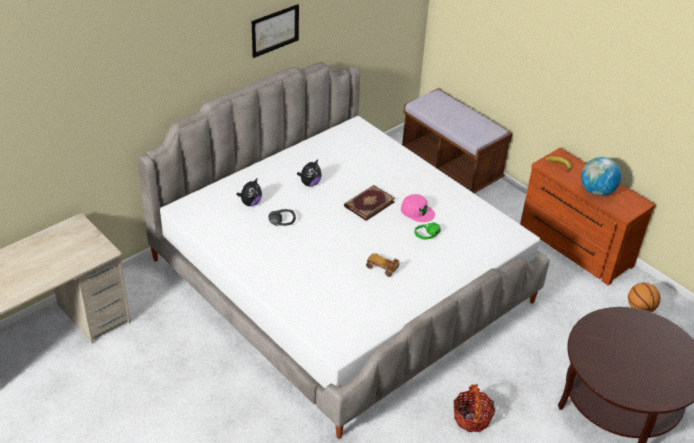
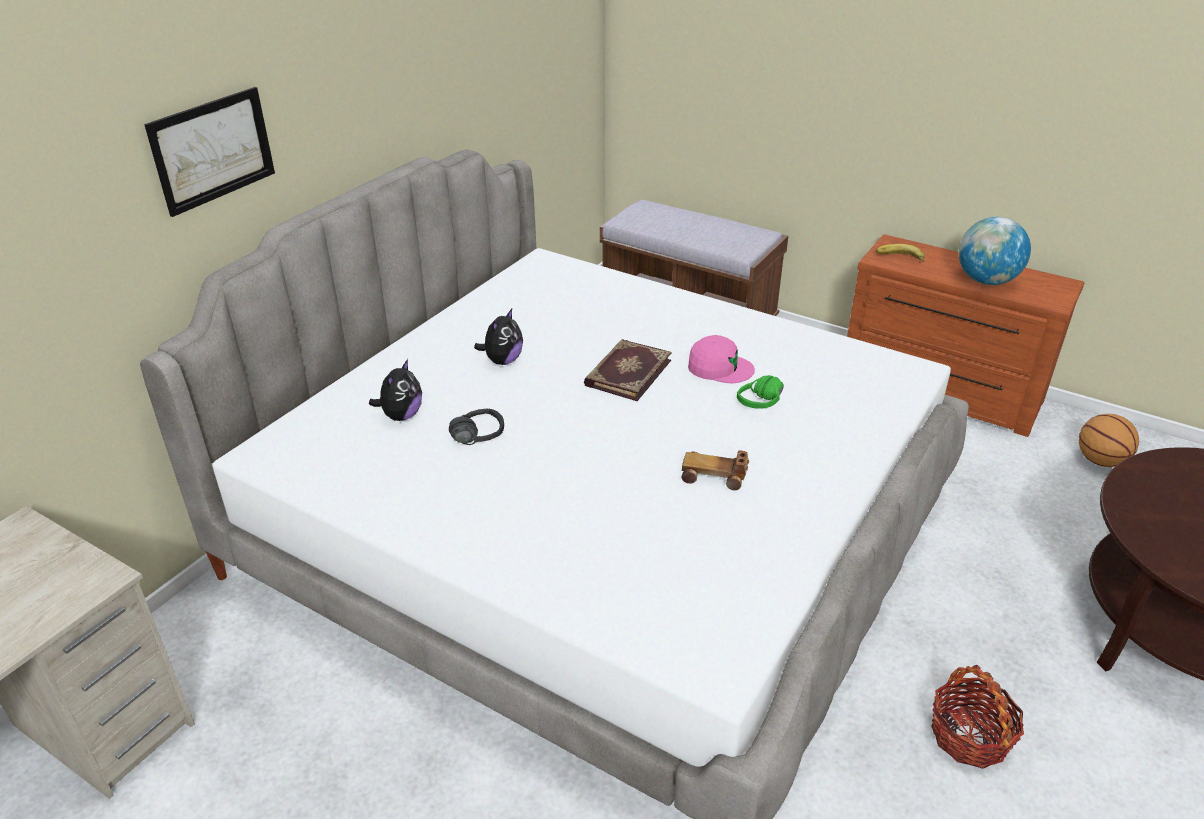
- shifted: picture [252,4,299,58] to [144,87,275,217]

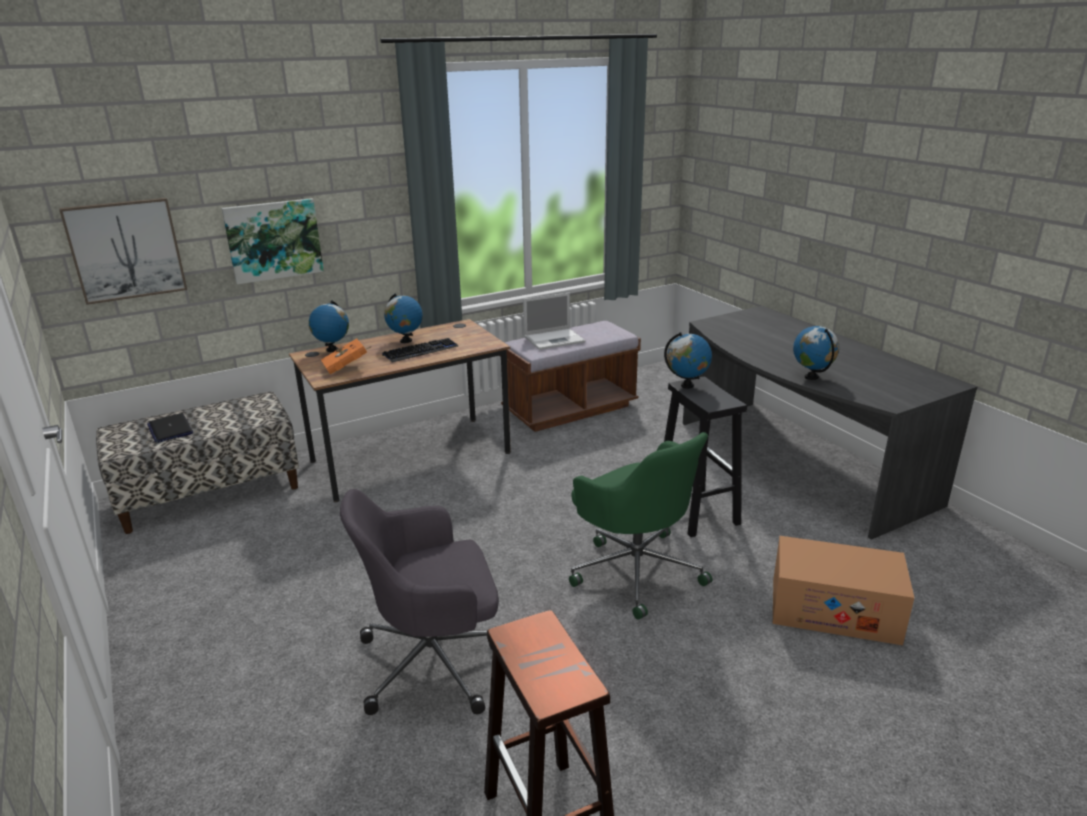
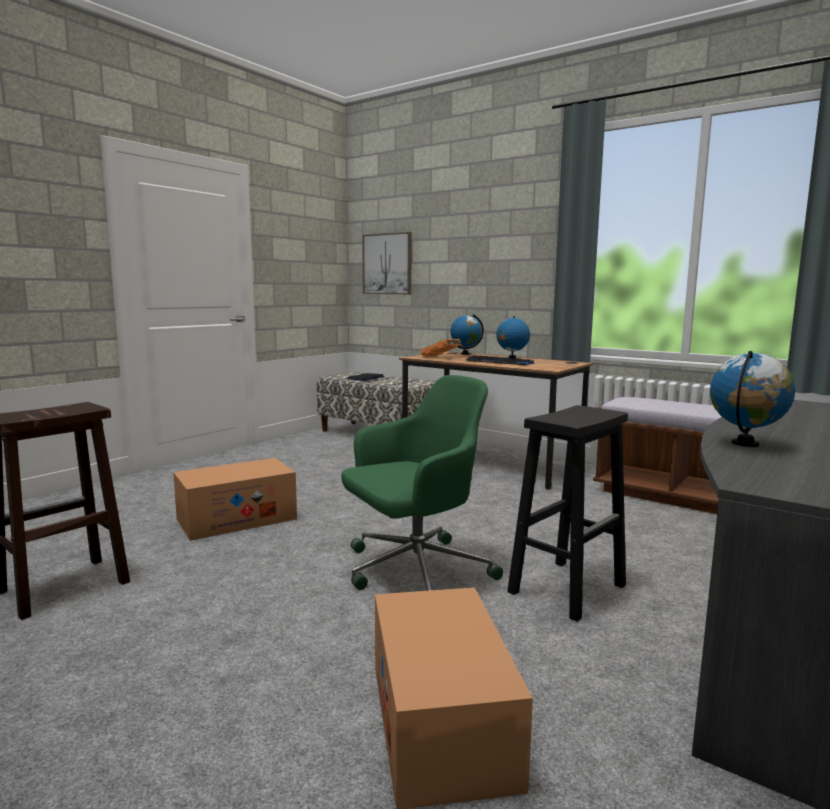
- gone: picture [222,198,324,284]
- swapped: office chair in grey [340,489,499,715] to cardboard box [173,458,297,541]
- gone: laptop [523,293,586,350]
- rotated: office chair in green [569,432,712,620] = [341,375,503,591] 150 degrees counterclockwise
- gone: globe [664,332,712,389]

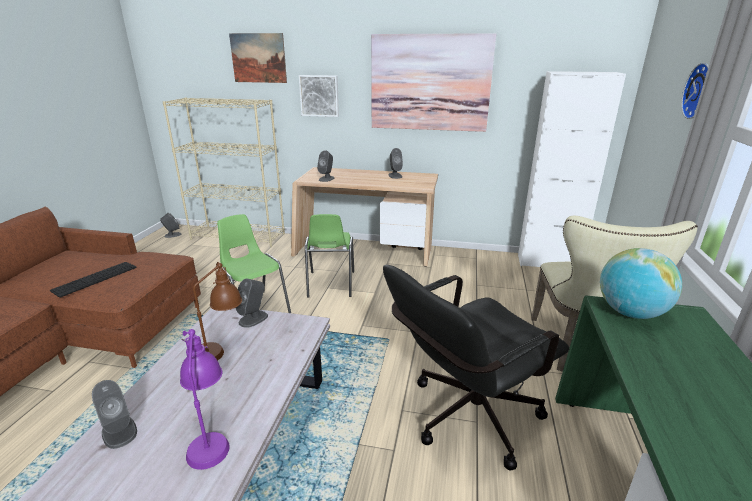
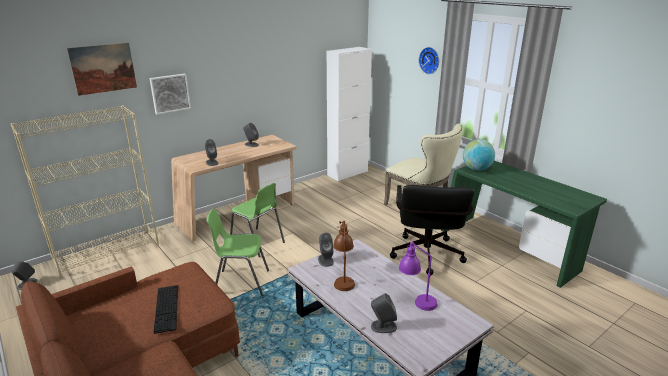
- gone: picture [371,33,496,132]

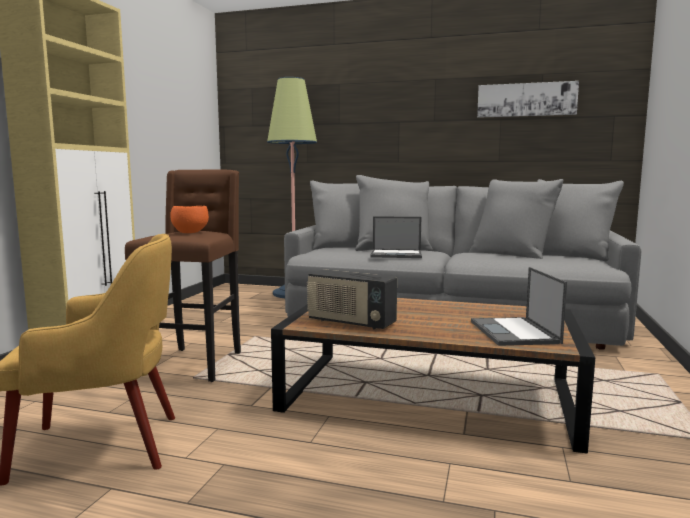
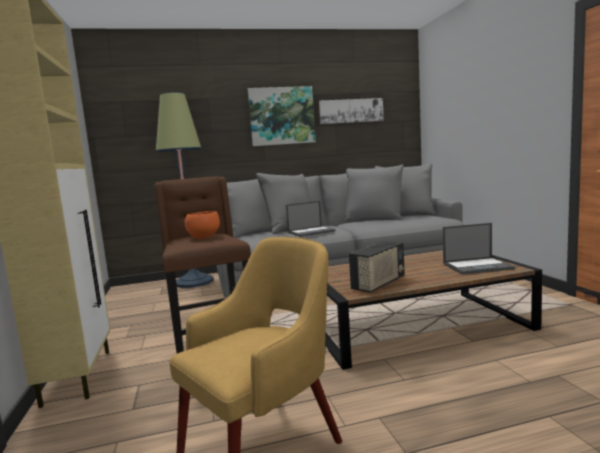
- rotated: radio [307,269,397,330] = [349,241,405,293] 45 degrees counterclockwise
- rotated: laptop [471,267,567,346] = [443,223,515,275] 60 degrees counterclockwise
- new: picture [248,86,316,146]

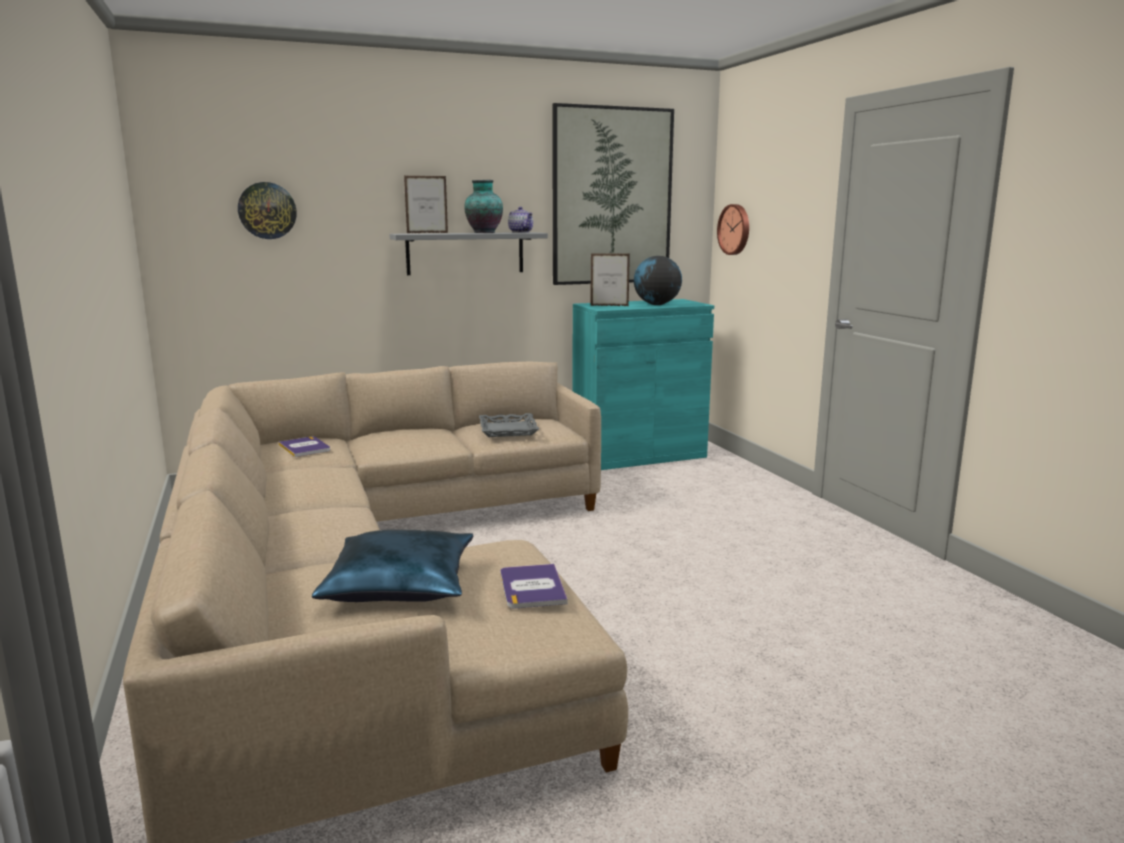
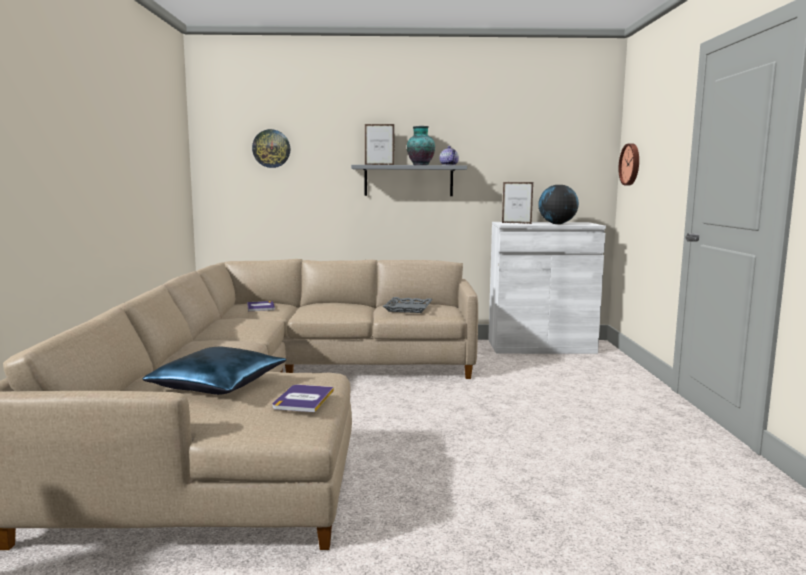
- gone: picture [552,103,674,285]
- repainted: cabinet in turquoise [572,299,714,470] to cabinet in white [488,222,606,354]

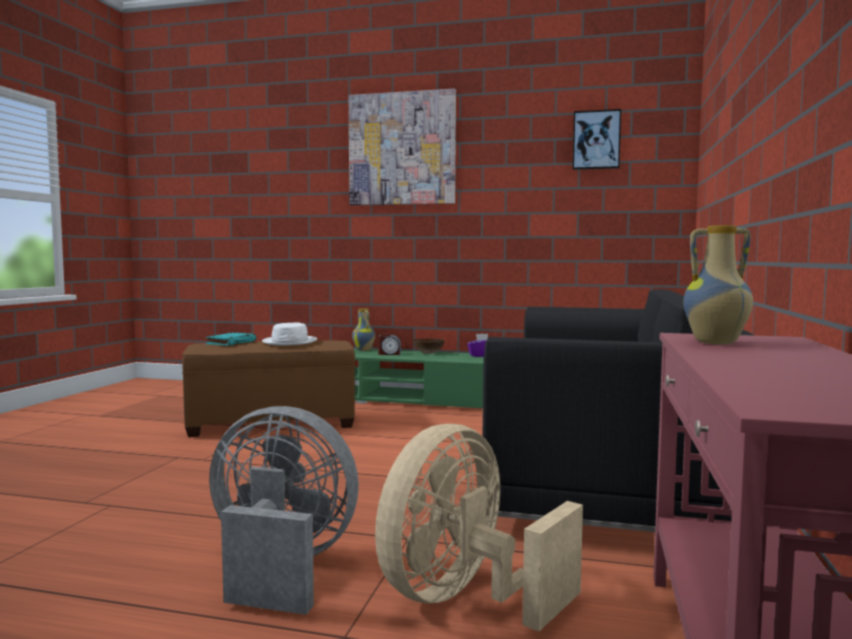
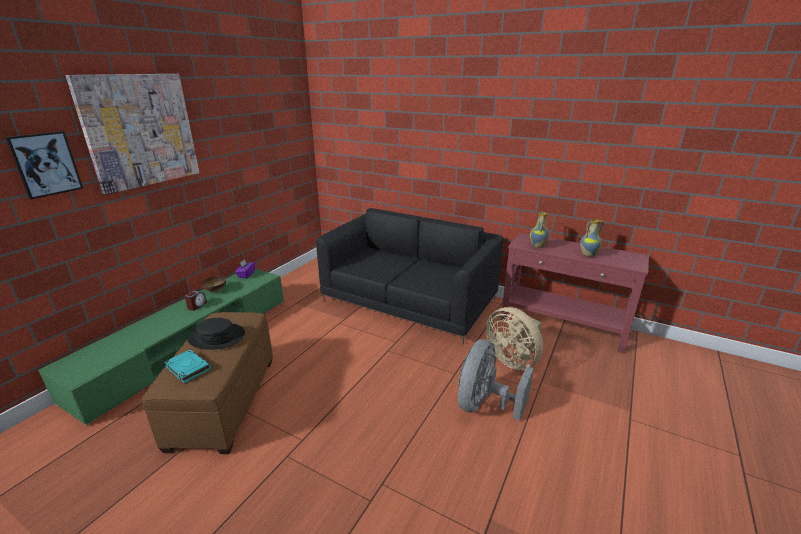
- repainted: hat in white [262,322,317,346] to hat in black [188,318,245,350]
- shifted: vase [352,308,375,351] to [580,219,604,257]
- shifted: picture [573,109,621,170] to [5,131,83,199]

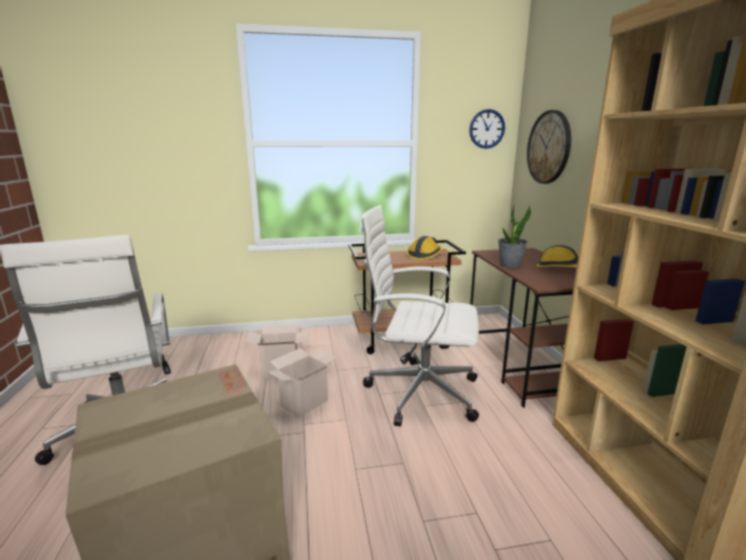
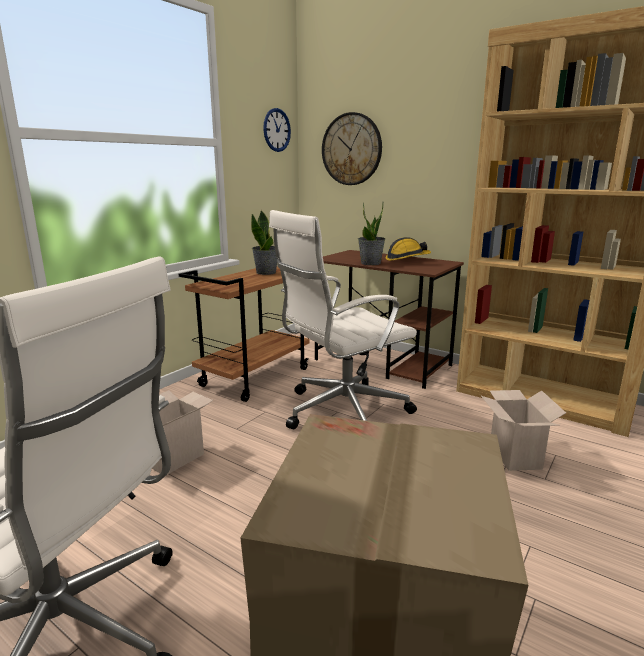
- shifted: cardboard box [267,348,337,418] to [481,390,566,471]
- swapped: hard hat [406,236,442,260] to potted plant [251,210,277,275]

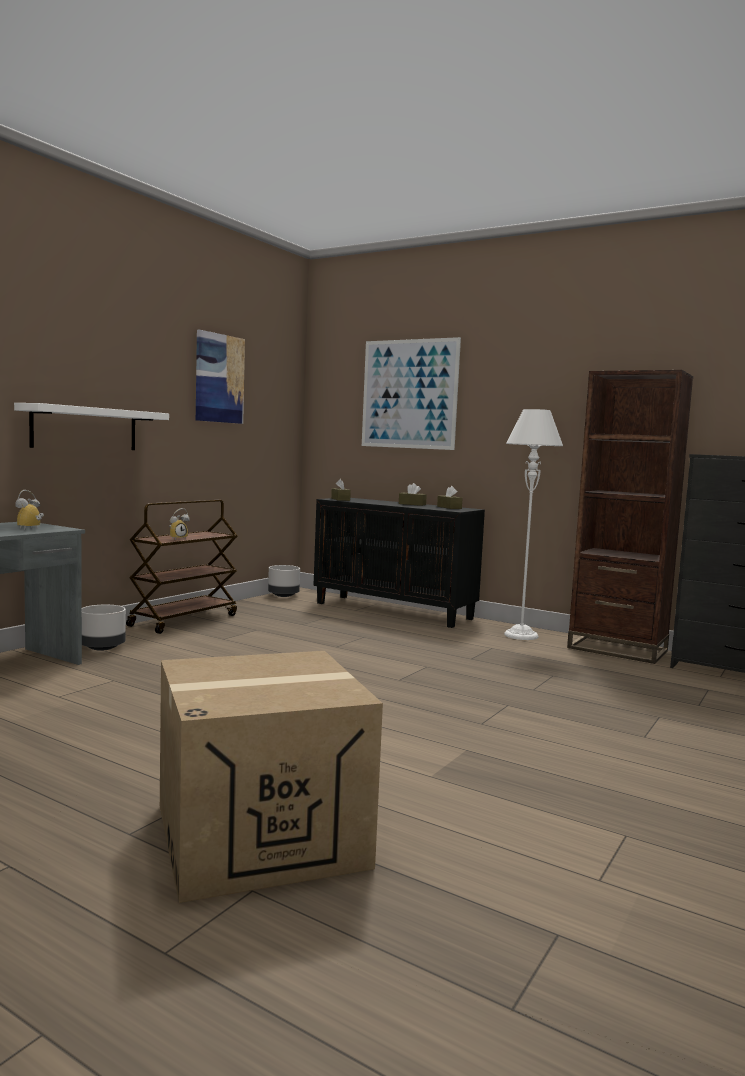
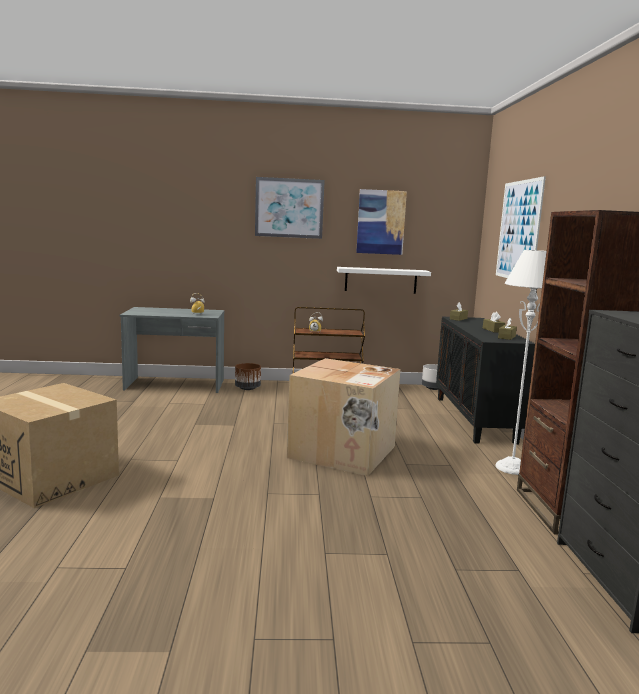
- shifted: shelf in white [14,403,169,450] to [337,267,431,294]
- repainted: planter in grey [82,605,126,651] to planter in brown [235,363,261,390]
- new: picture [255,177,325,239]
- new: cardboard box [287,358,400,476]

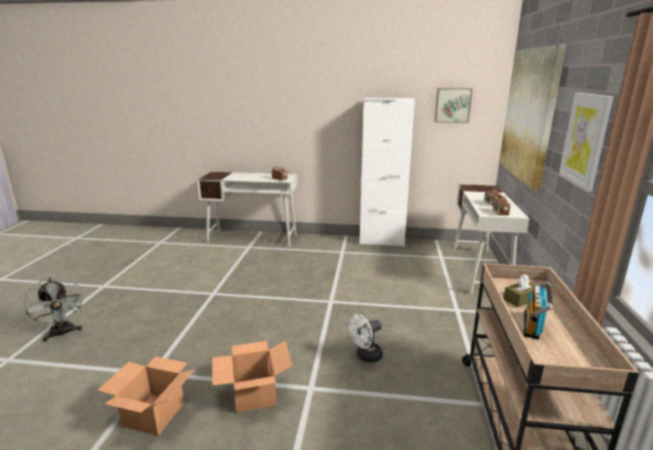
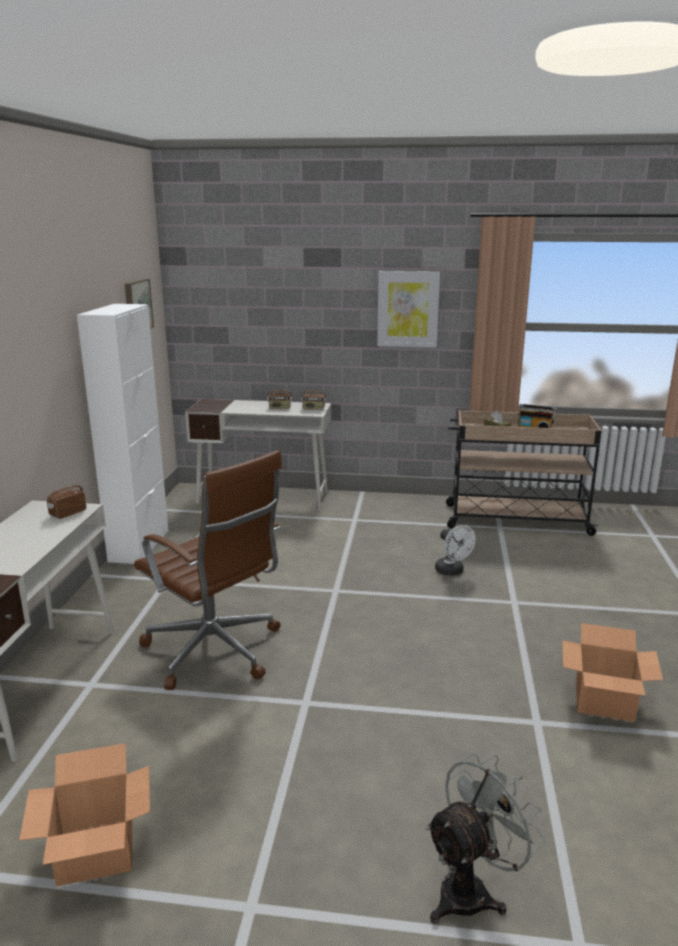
- shifted: cardboard box [212,341,292,413] to [19,743,150,886]
- gone: picture [499,45,566,191]
- new: office chair in brown [134,450,282,690]

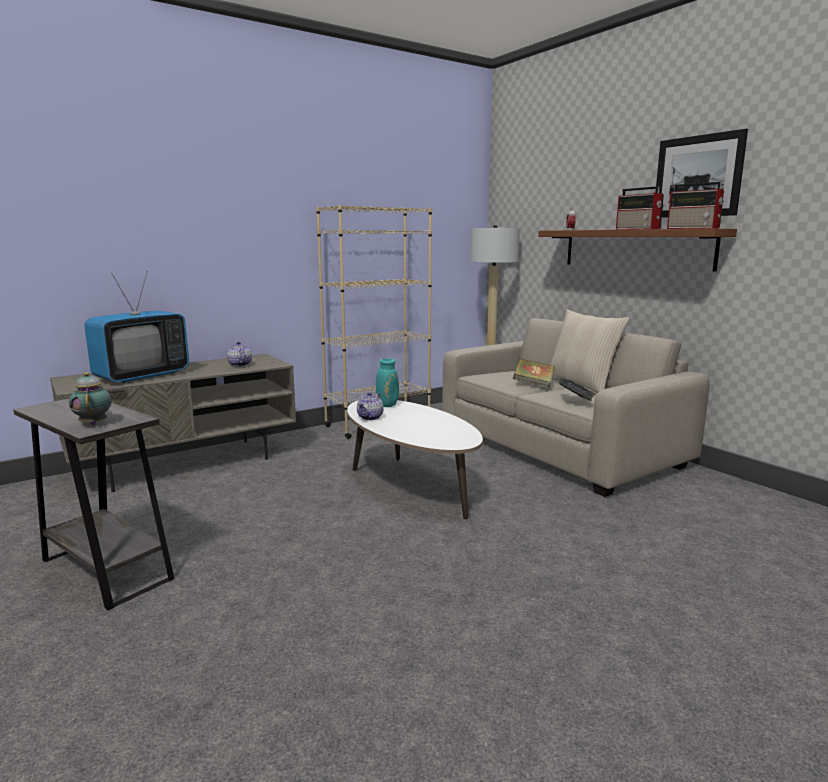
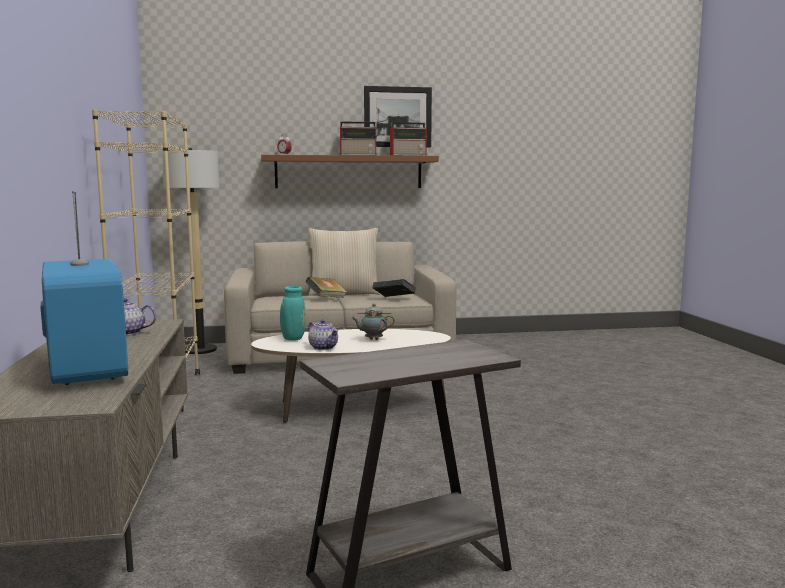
- shifted: teapot [69,372,112,425] to [352,303,395,340]

